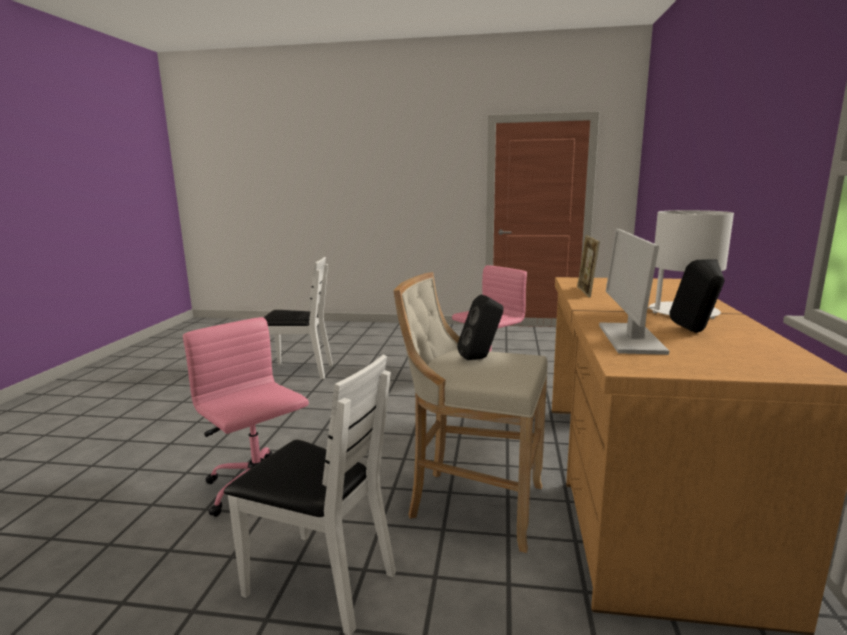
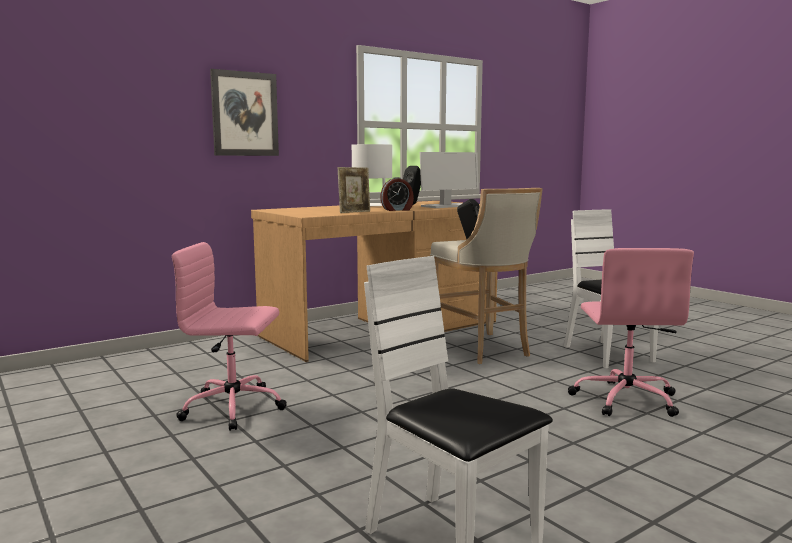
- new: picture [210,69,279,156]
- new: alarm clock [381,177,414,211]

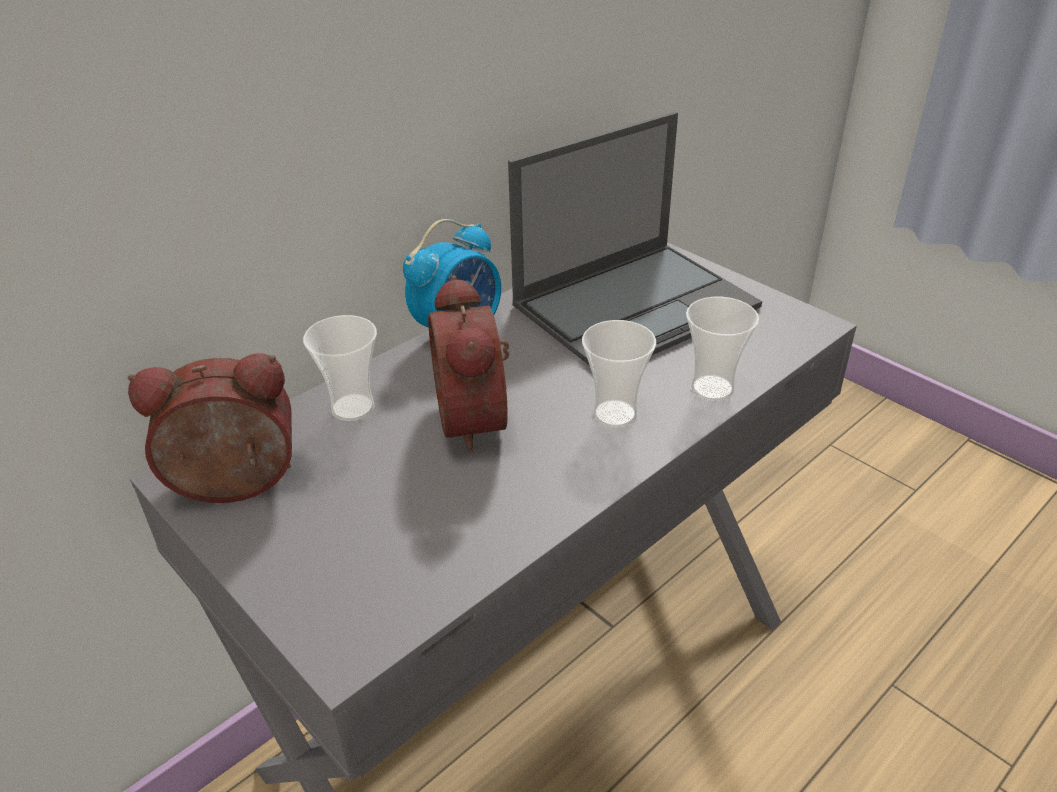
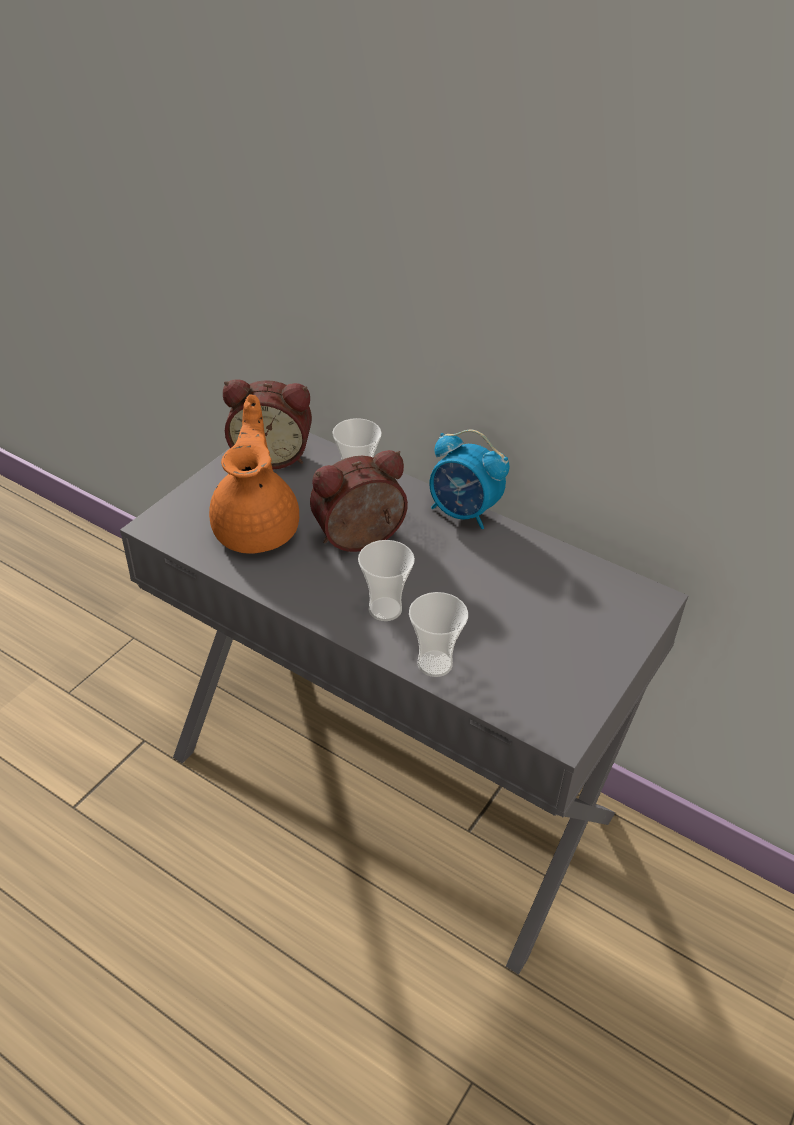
- rotated: alarm clock [128,353,292,503] = [223,379,312,469] 120 degrees clockwise
- gone: laptop [508,112,762,366]
- new: teapot in orange [209,394,299,554]

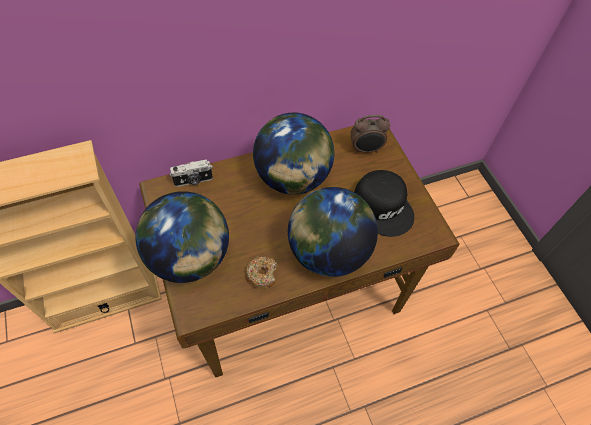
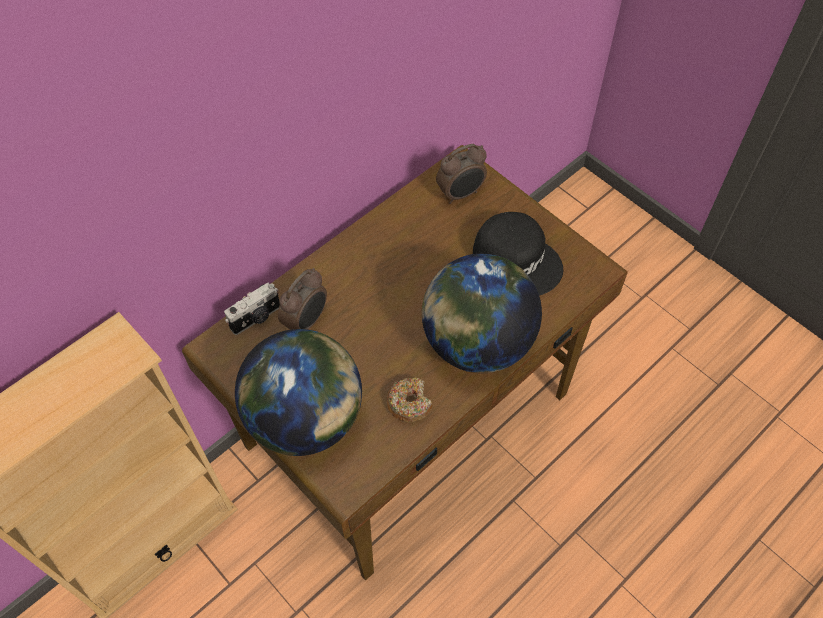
- gone: globe [253,113,334,195]
- new: alarm clock [278,268,327,329]

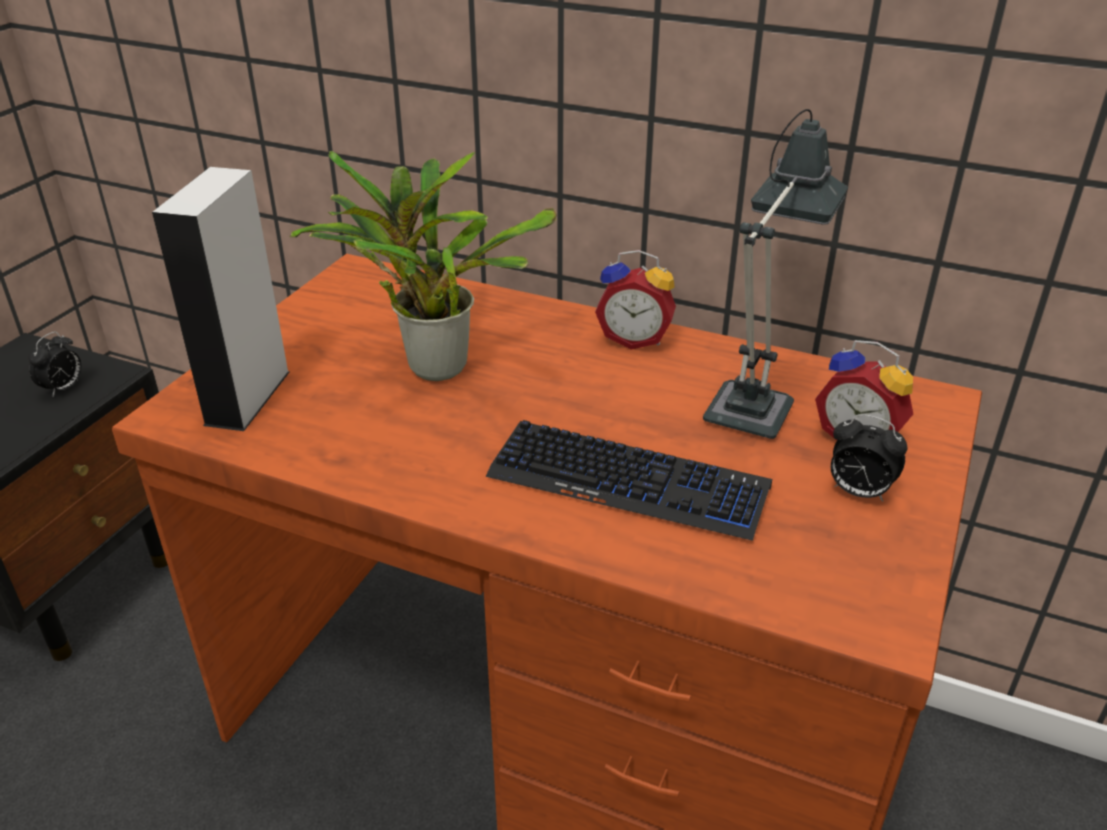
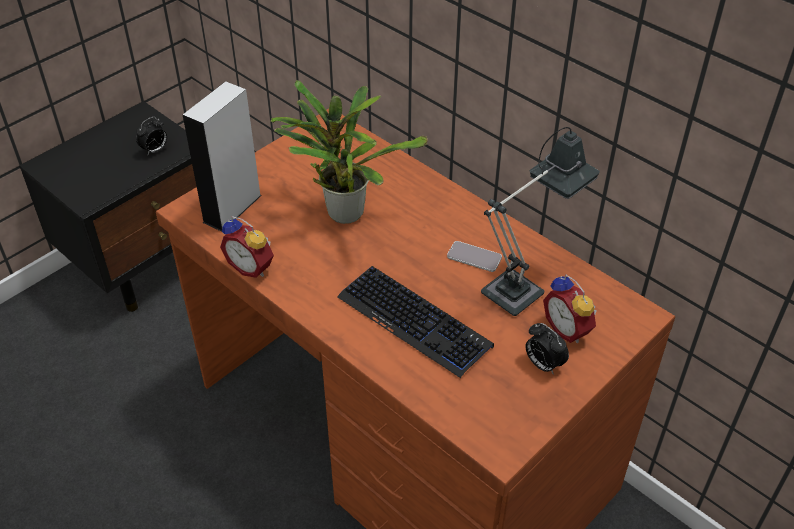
- shifted: alarm clock [595,250,676,350] to [220,216,274,278]
- new: phone [447,241,502,272]

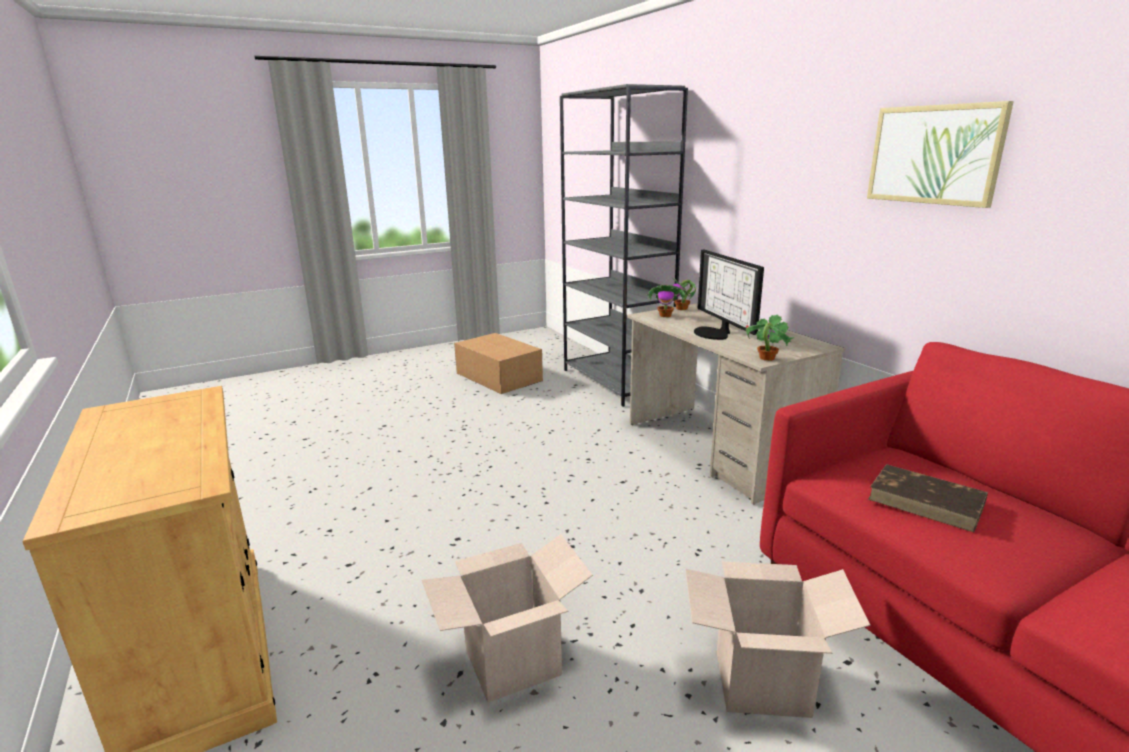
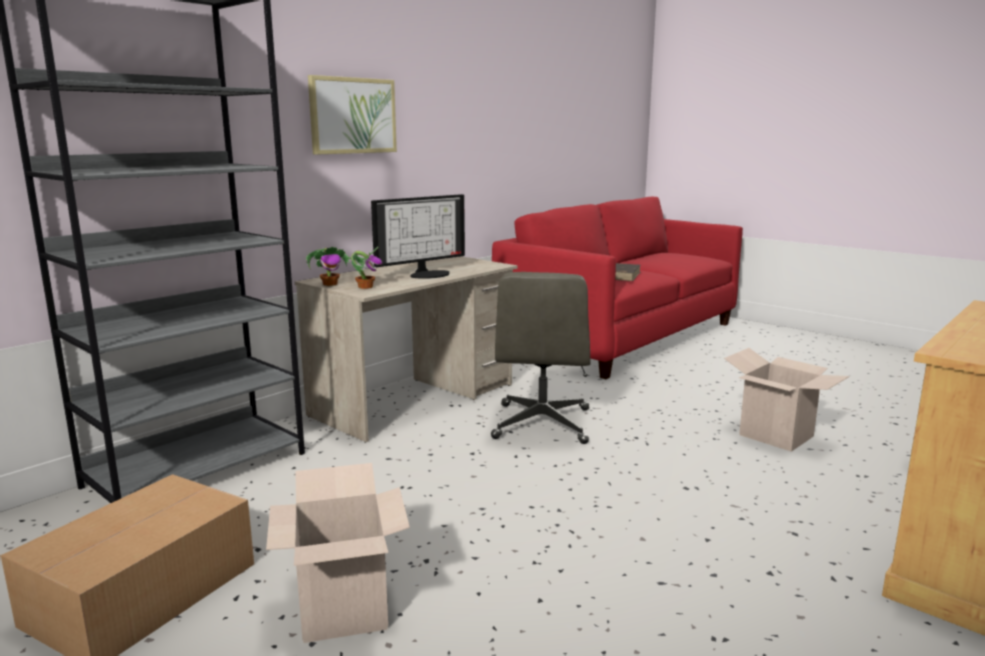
- shifted: cardboard box [686,562,871,718] to [266,463,410,643]
- gone: potted plant [746,314,795,361]
- shifted: picture [867,101,1014,208] to [308,75,397,155]
- new: office chair in grey [491,272,590,444]

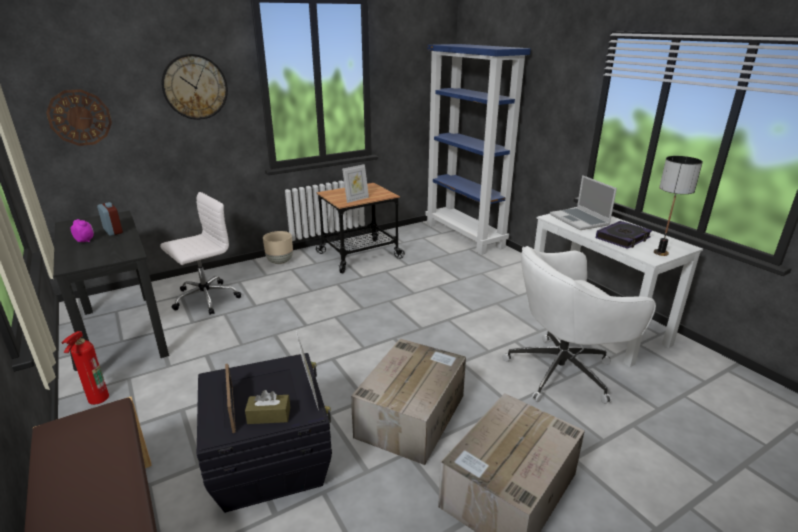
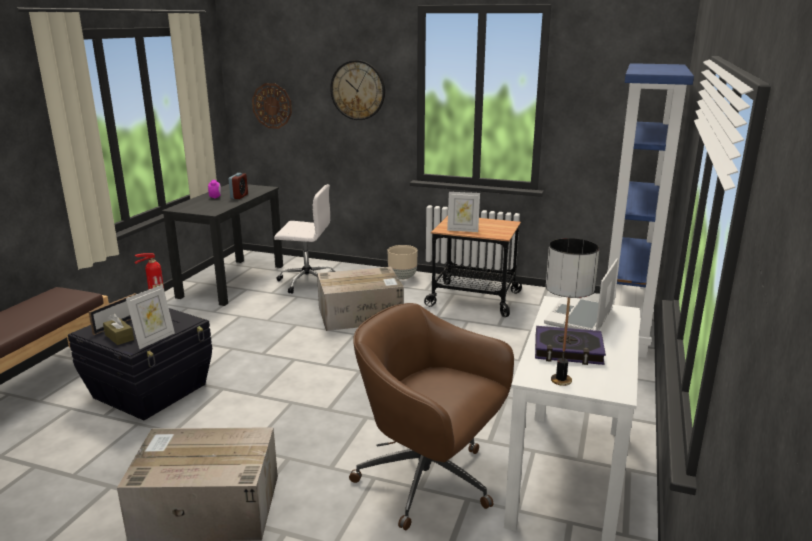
- shifted: cardboard box [351,338,466,465] to [317,267,404,331]
- repainted: office chair in white [502,246,656,404] to office chair in brown [349,303,514,530]

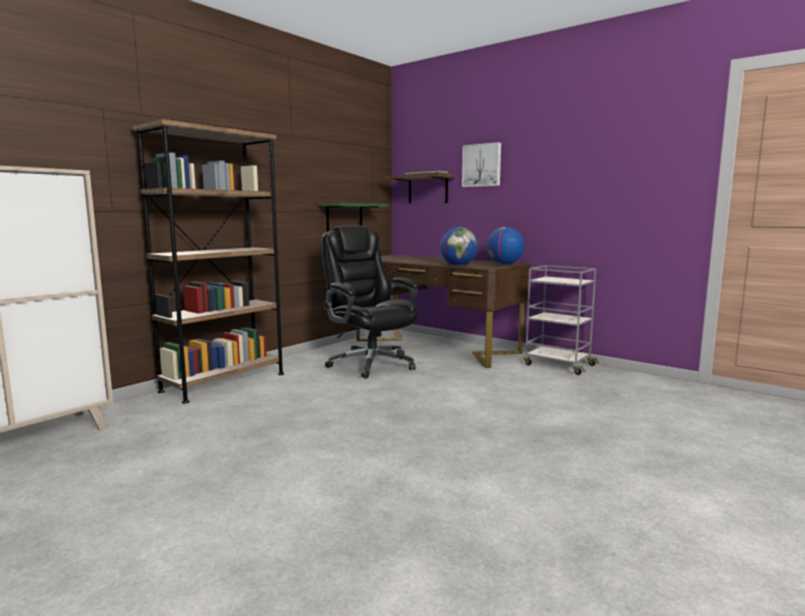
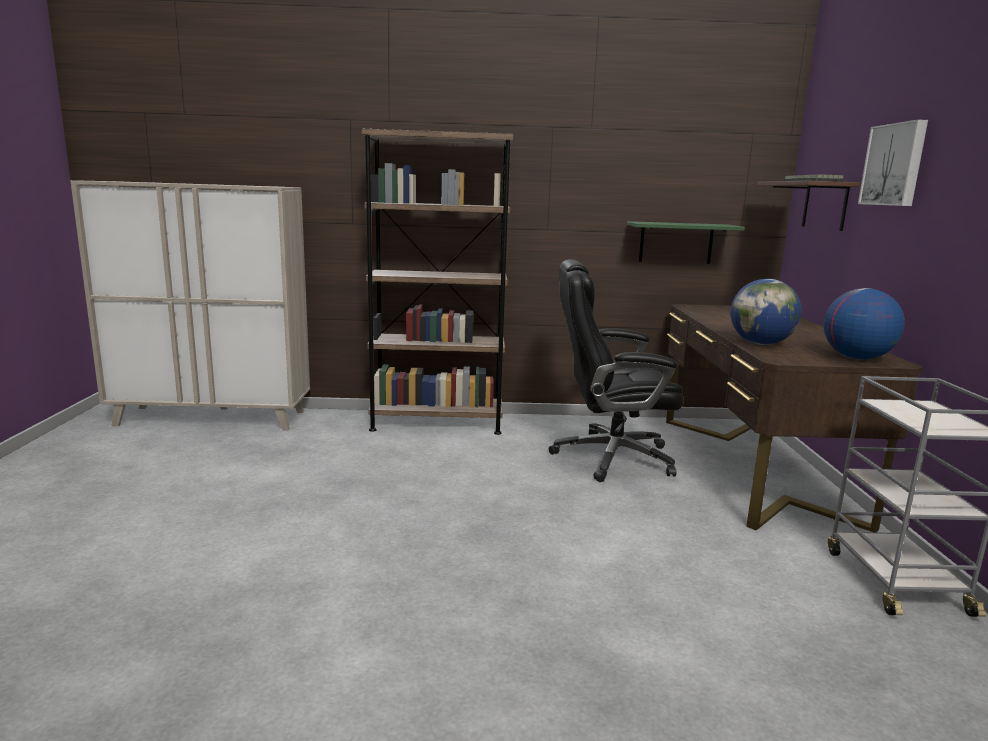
- rotated: office chair in black [322,226,419,379] = [549,259,684,482] 105 degrees counterclockwise

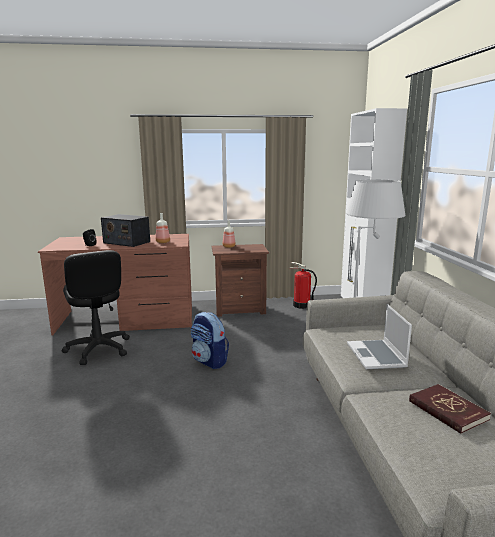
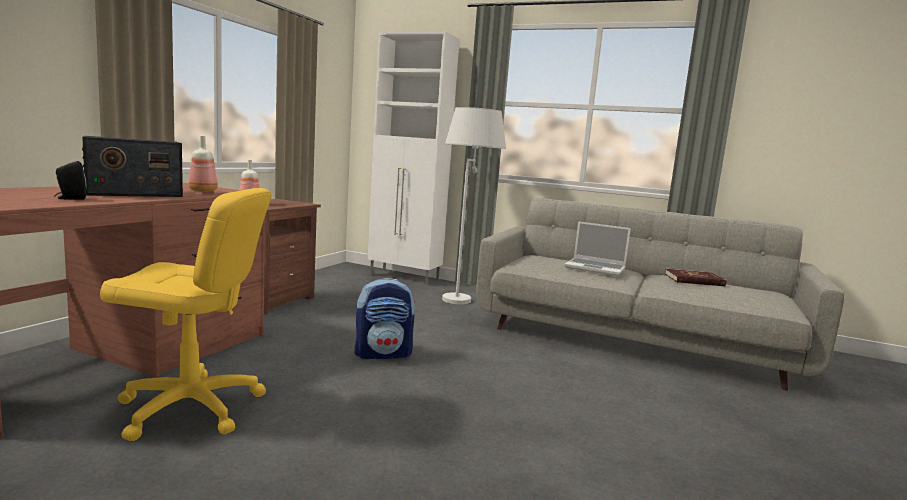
- repainted: office chair in black [62,250,130,365] to office chair in yellow [100,188,271,441]
- gone: fire extinguisher [290,262,317,309]

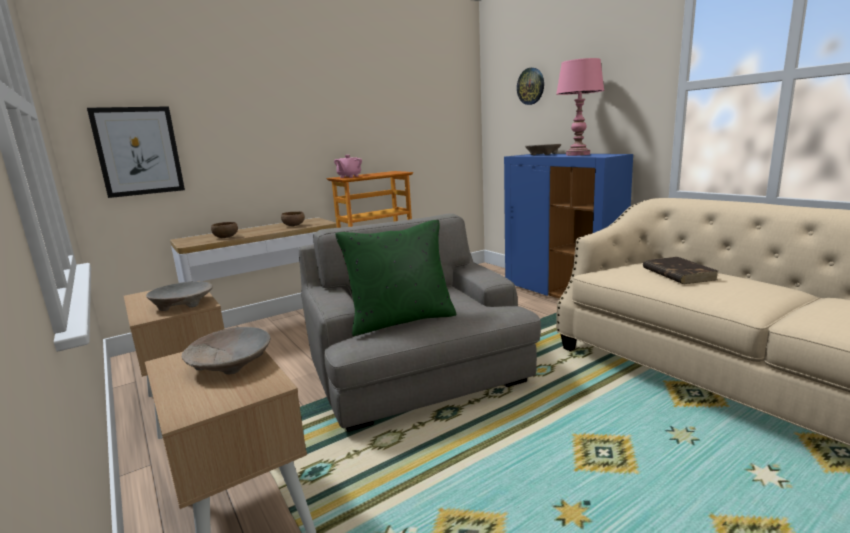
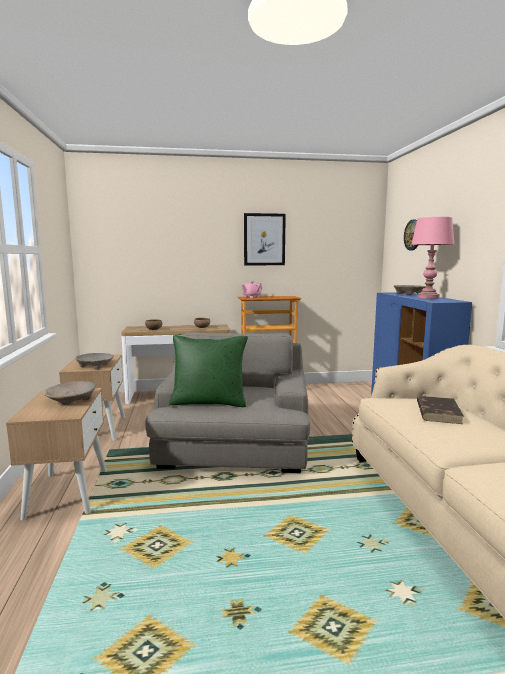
- shifted: picture [87,106,185,198] to [244,213,286,265]

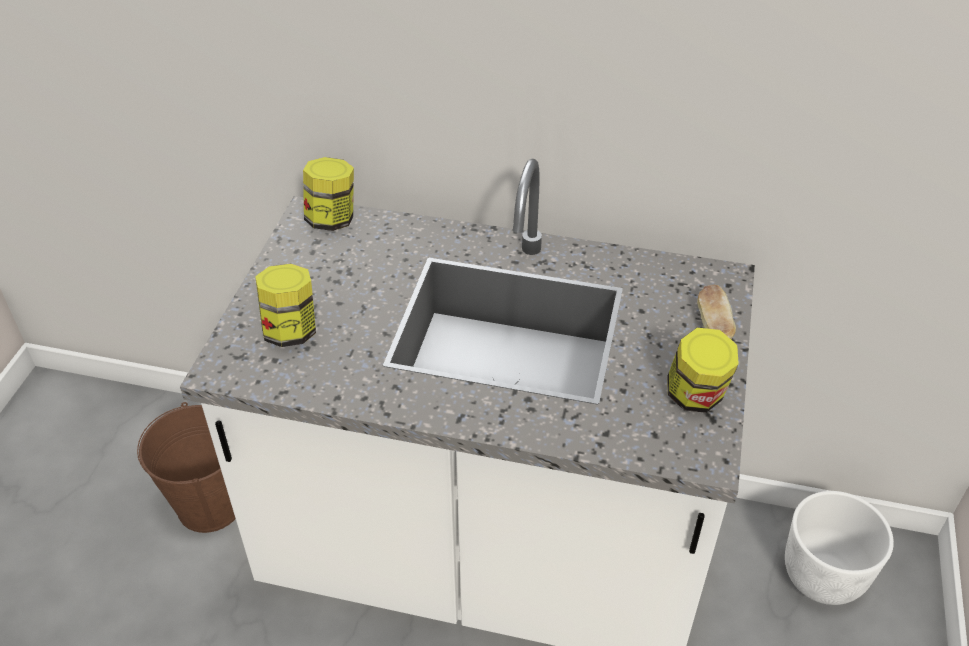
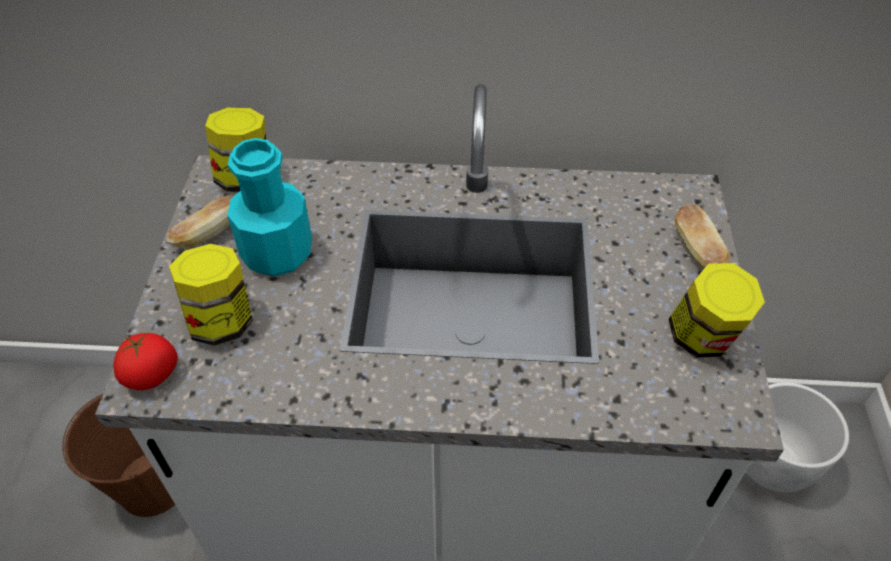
- new: tomato [113,333,178,390]
- new: bread [166,194,234,248]
- new: bottle in turquoise [227,138,312,276]

